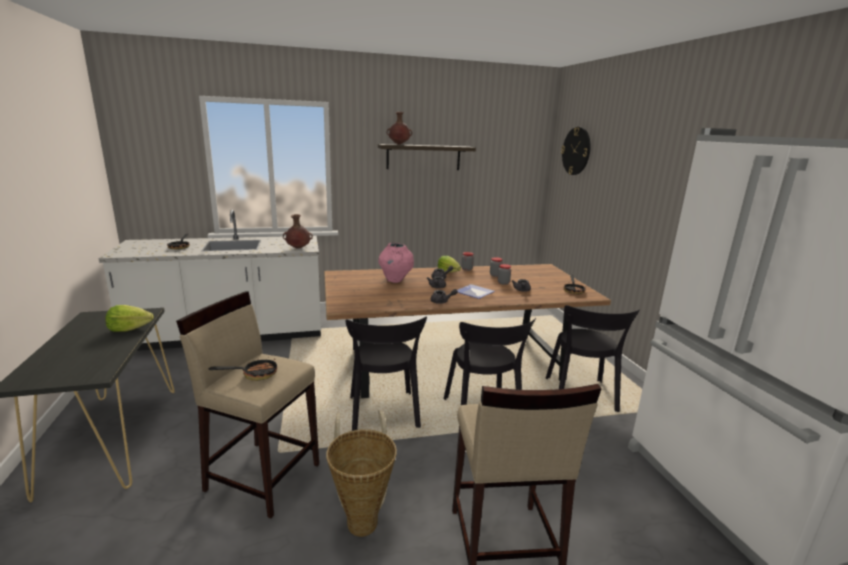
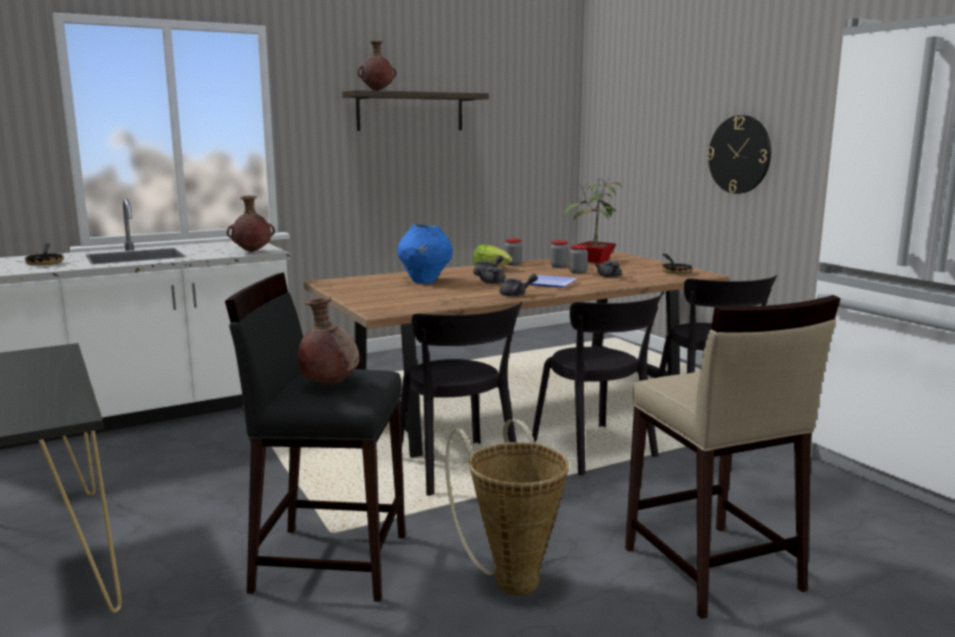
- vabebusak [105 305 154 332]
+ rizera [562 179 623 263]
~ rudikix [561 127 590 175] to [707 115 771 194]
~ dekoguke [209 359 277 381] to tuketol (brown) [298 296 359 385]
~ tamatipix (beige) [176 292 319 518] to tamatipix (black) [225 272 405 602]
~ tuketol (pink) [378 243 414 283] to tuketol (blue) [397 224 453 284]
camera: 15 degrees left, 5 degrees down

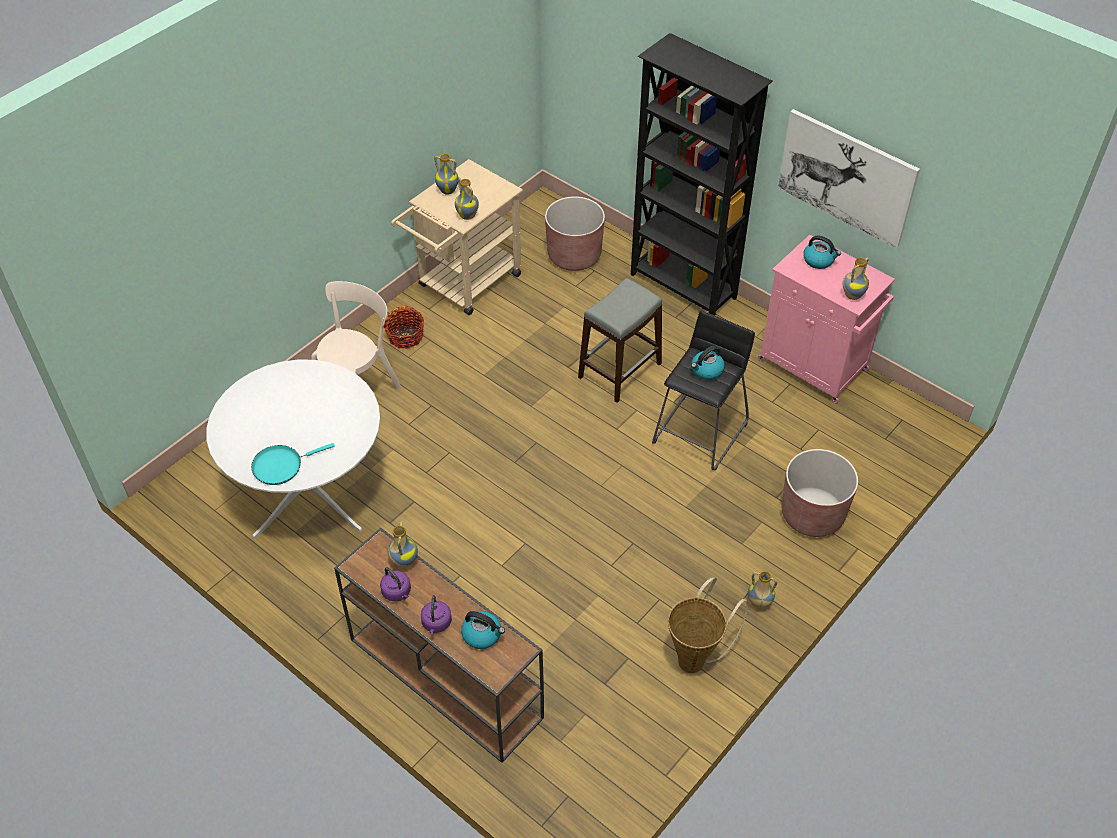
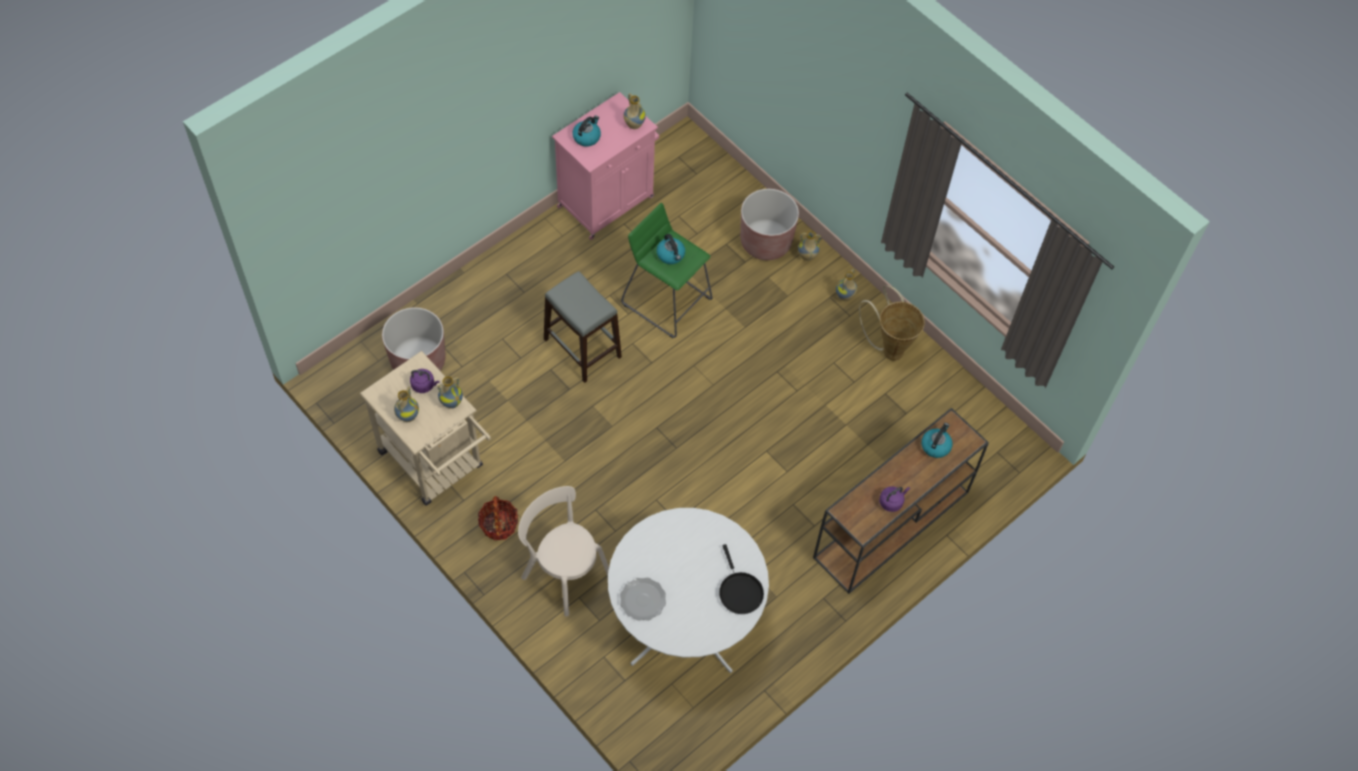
- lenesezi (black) [631 33 773 315]
- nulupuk [778 109 920 248]
+ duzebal [620 578 666 621]
~ tuketol [387 521 418 569] to [798 231 821 261]
~ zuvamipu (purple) [421 595 452 634] to [410 369 439 393]
~ dekoguke (turquoise) [251 443 335 485] to dekoguke (black) [719 544 764 614]
~ tamatipix (black) [652 311 755 470] to tamatipix (green) [621 203 713 338]
camera: 85 degrees left, 10 degrees up

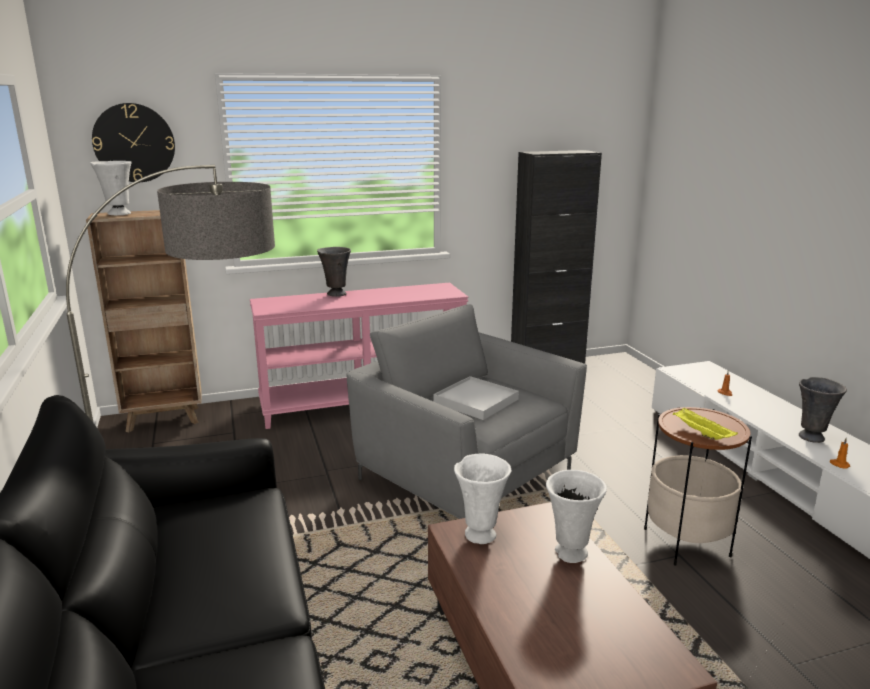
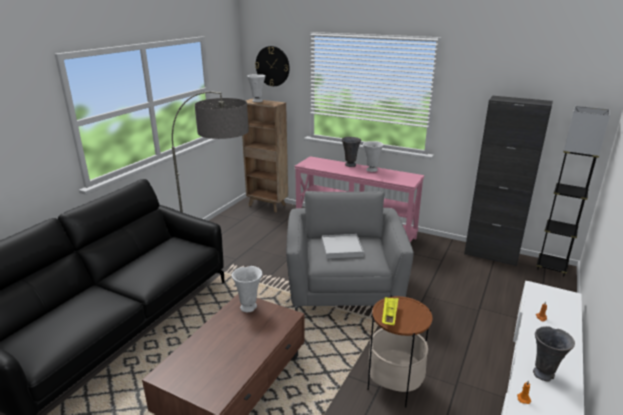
+ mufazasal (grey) [536 106 610 276]
~ tuketol (white) [546 470 607 563] to [363 141 384 172]
camera: 45 degrees right, 5 degrees up

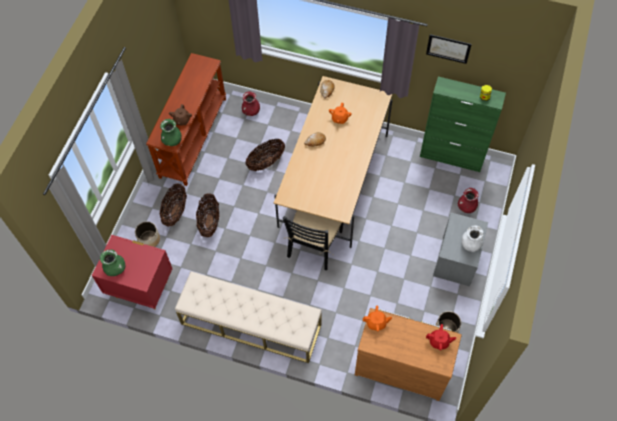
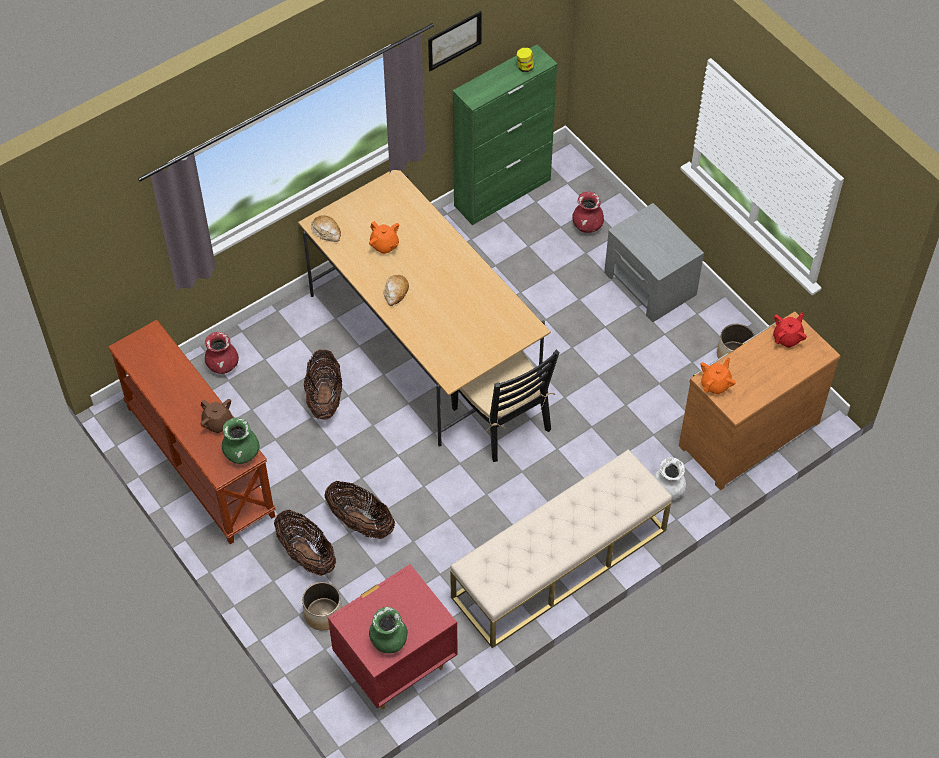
~ tuketol (white) [462 225 483 252] to [654 458 686 500]
camera: 55 degrees left, 5 degrees down

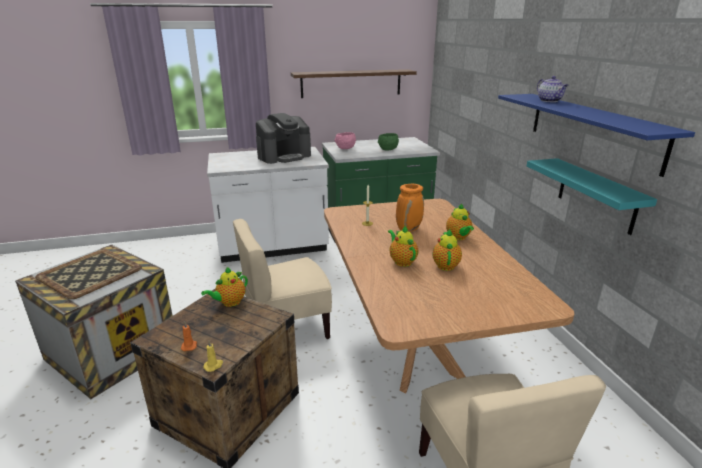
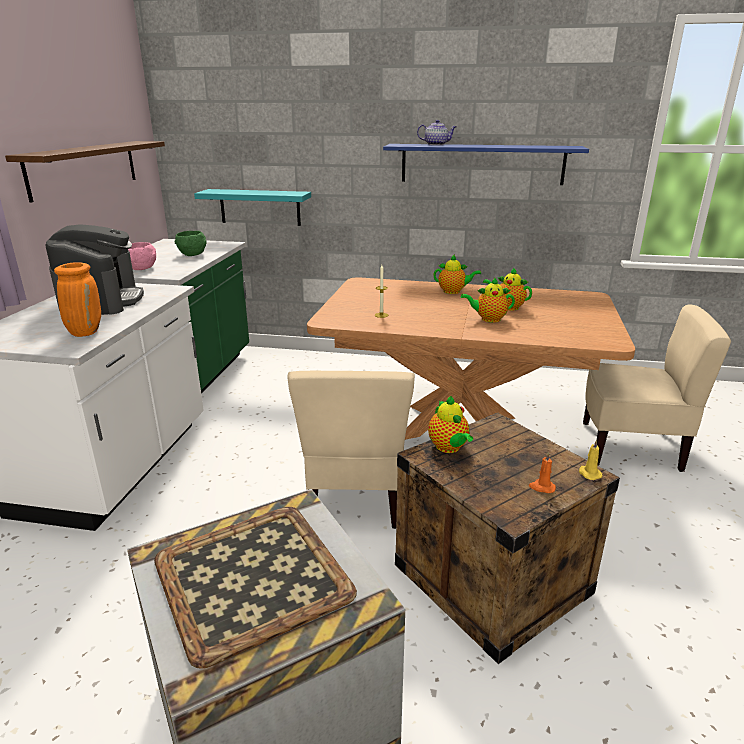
~ tuketol (orange) [396 184 424 232] to [54 262 101 337]
~ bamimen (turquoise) [527 158 657 235] to [194 189 311 226]
camera: 65 degrees left, 0 degrees up

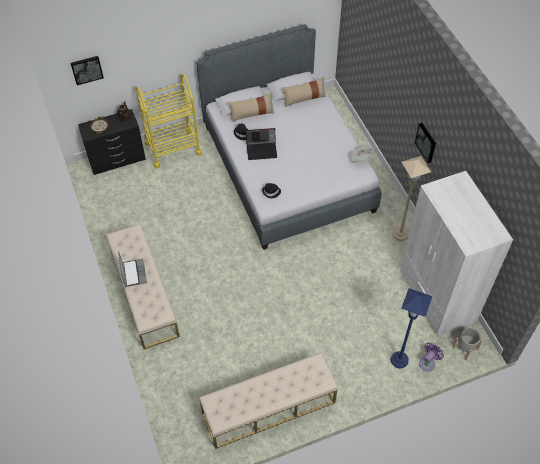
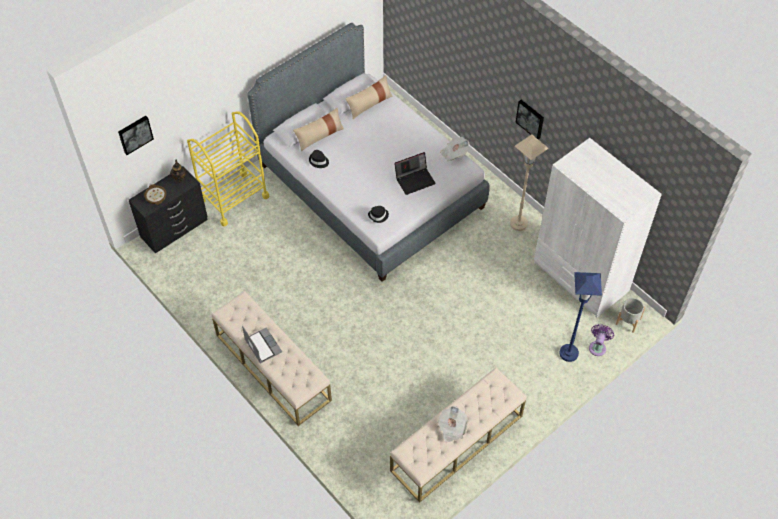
+ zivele [438 406 468 442]
~ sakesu [246 128 277 160] to [394 152 436 195]
camera: 20 degrees left, 0 degrees up

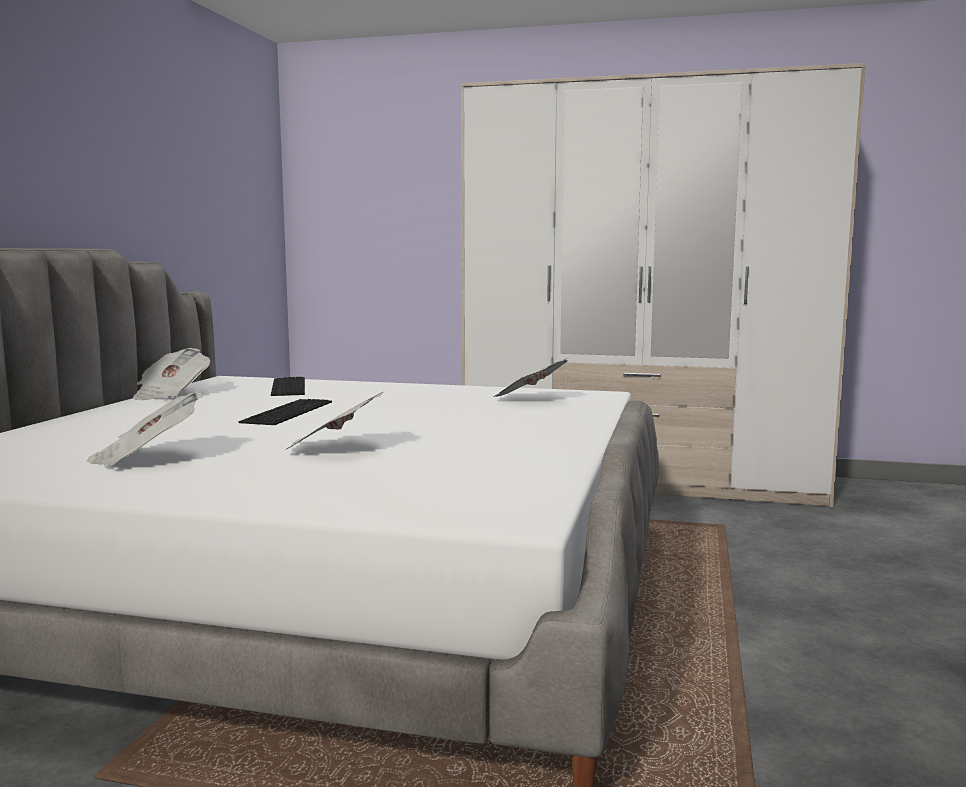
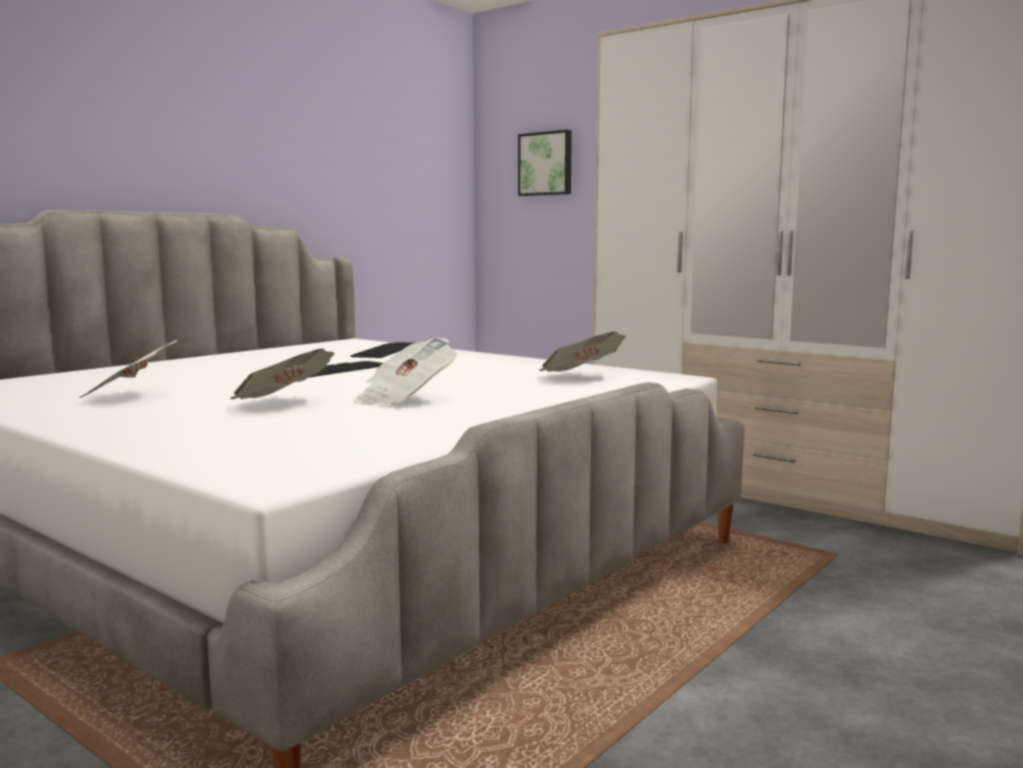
+ nulupuk [518 130 572 196]
~ zivele [133 348 210 400] to [354 338 457 405]
camera: 25 degrees right, 0 degrees up

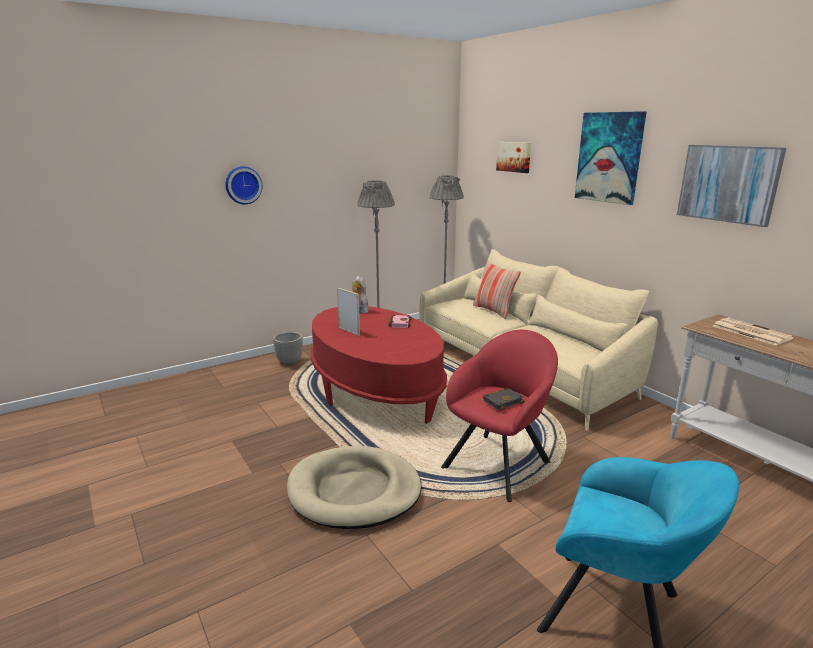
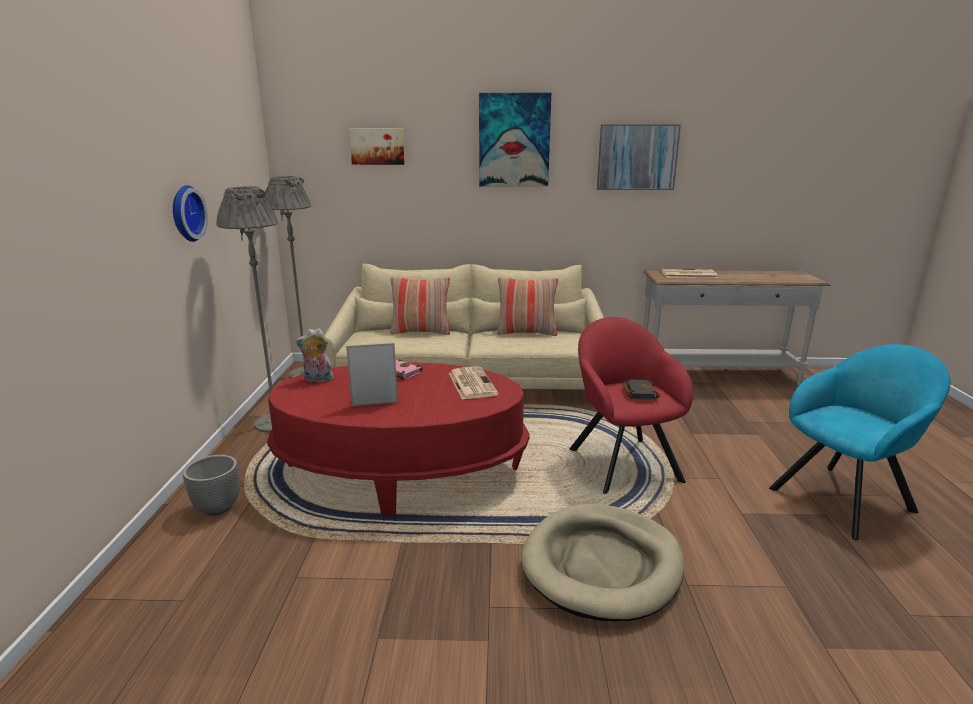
+ zivele [449 366 498 400]
+ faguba [497 277 558 336]
~ rudikix [225 166 262 204] to [173 185 208 242]
camera: 55 degrees left, 0 degrees up

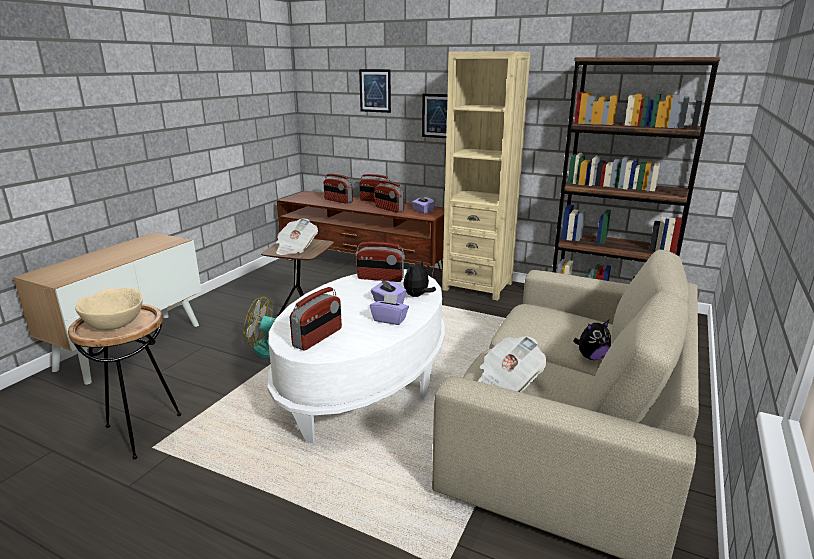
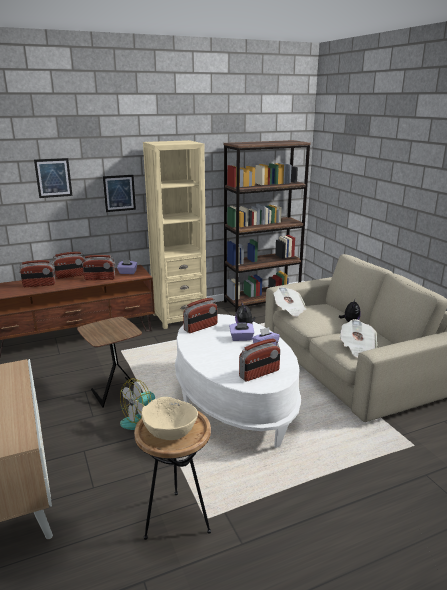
~ zivele [276 218 318 255] to [274 287 307 317]
~ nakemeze [290 287 342 351] = [239 338 280 382] 75 degrees clockwise
camera: 50 degrees left, 0 degrees up

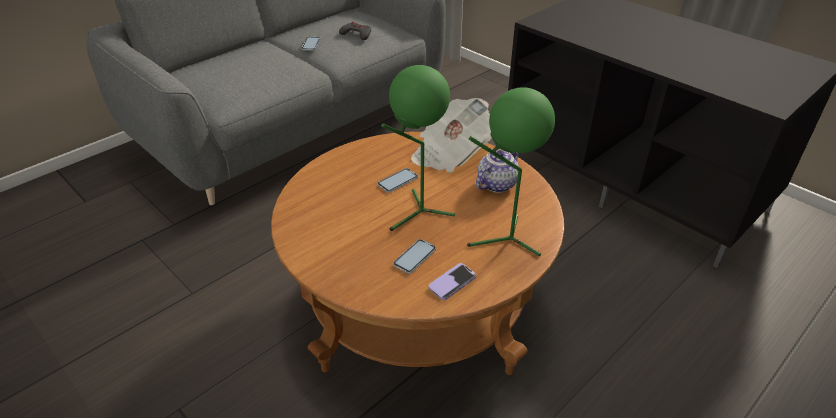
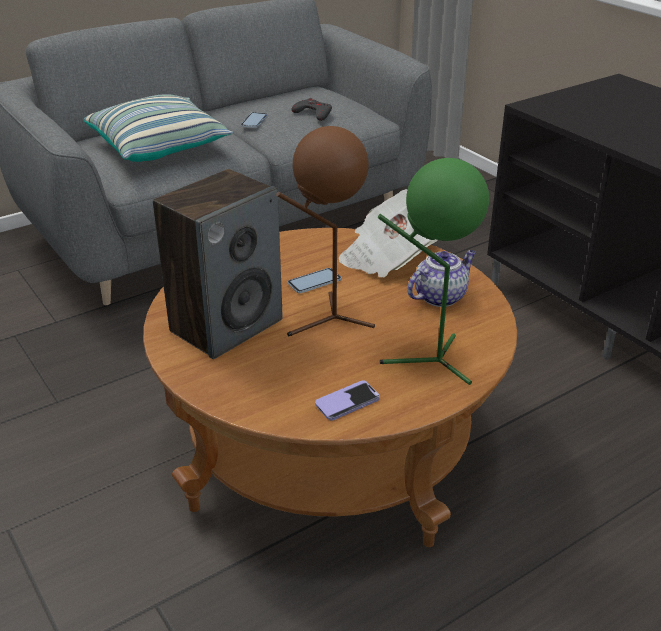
- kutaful [393 239 436 274]
+ faguba [83 94 233 162]
+ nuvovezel [153 169 282 359]
~ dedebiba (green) [381 65 455 231] to dedebiba (brown) [276 126 375 336]
camera: 10 degrees right, 5 degrees down

